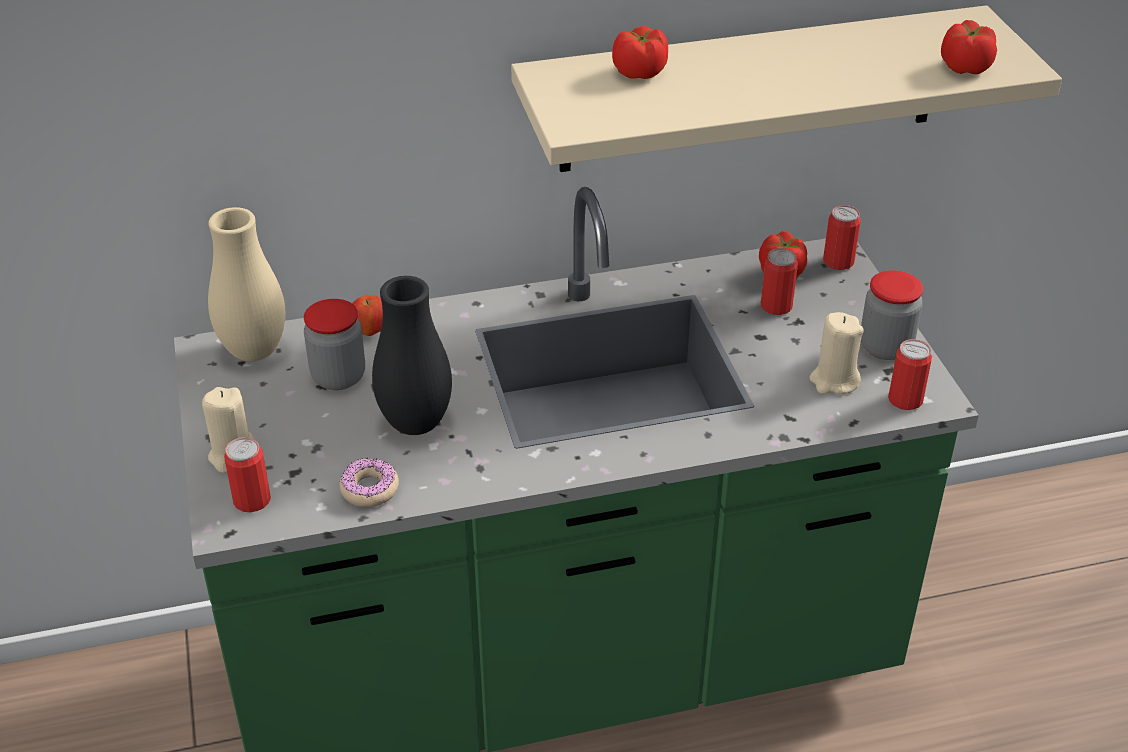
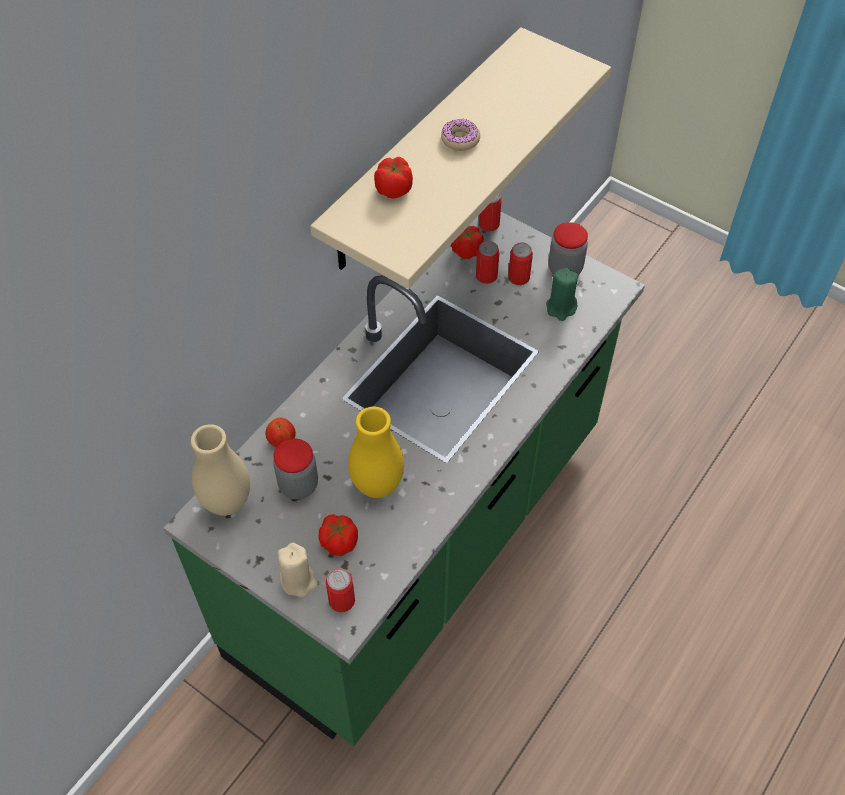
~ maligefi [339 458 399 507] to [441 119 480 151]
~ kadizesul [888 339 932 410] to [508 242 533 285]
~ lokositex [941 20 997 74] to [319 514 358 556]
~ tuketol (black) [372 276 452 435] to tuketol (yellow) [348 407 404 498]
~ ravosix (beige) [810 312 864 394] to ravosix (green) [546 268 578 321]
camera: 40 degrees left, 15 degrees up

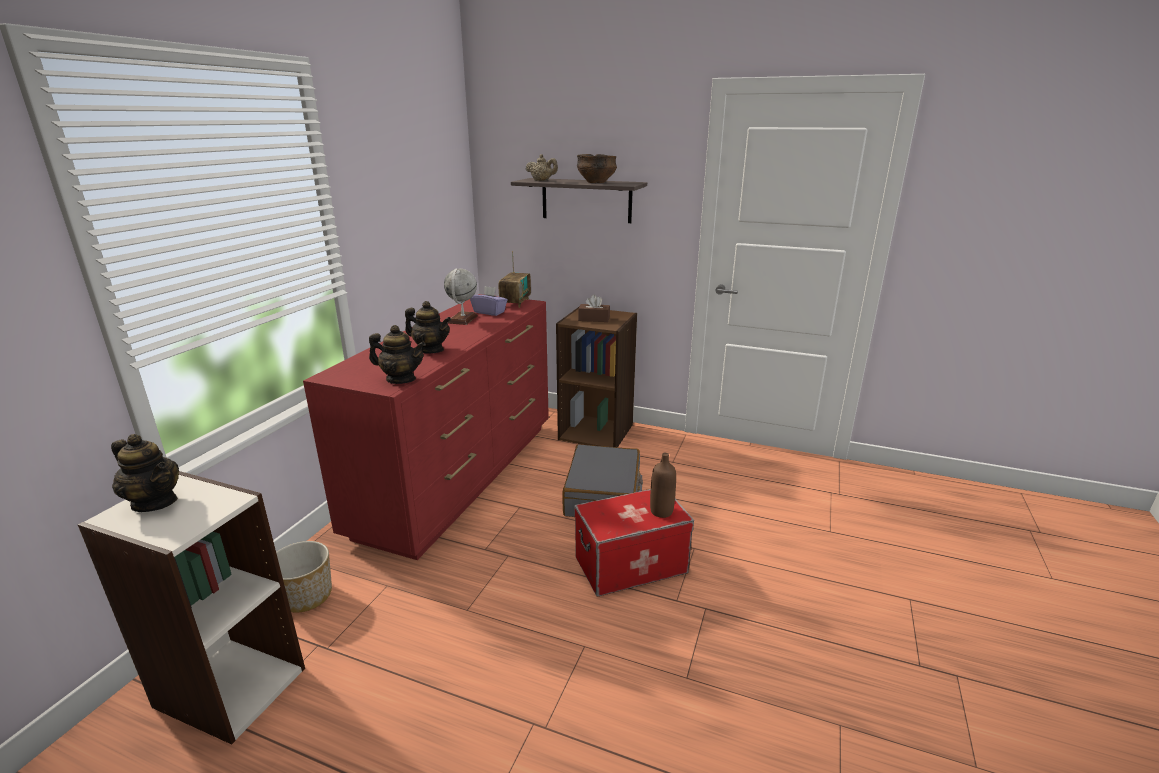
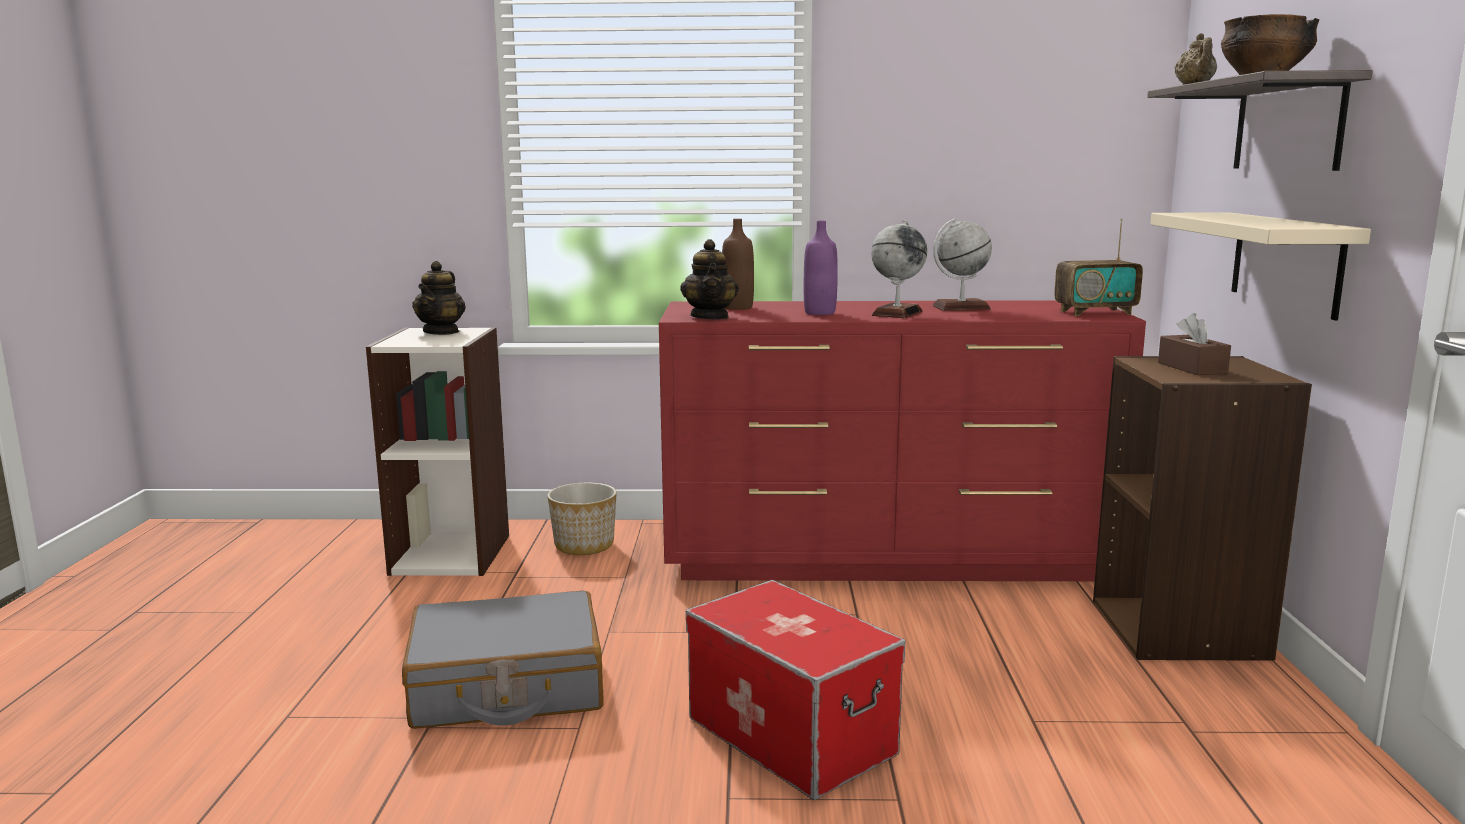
- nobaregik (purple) [470 286 507 316]
+ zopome [871 220 927 318]
+ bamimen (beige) [1150 212 1371 320]
~ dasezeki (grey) [562 445 643 517] to [402 590 604 729]
~ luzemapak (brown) [650 453 676 518] to [722 219 754 310]
~ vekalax [405 301 451 354] to luzemapak (purple) [804 221 838 315]
camera: 70 degrees right, 10 degrees down

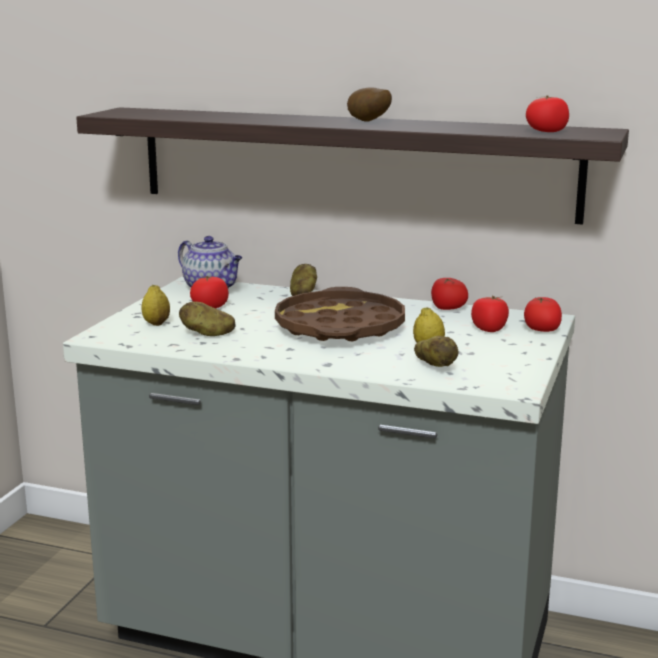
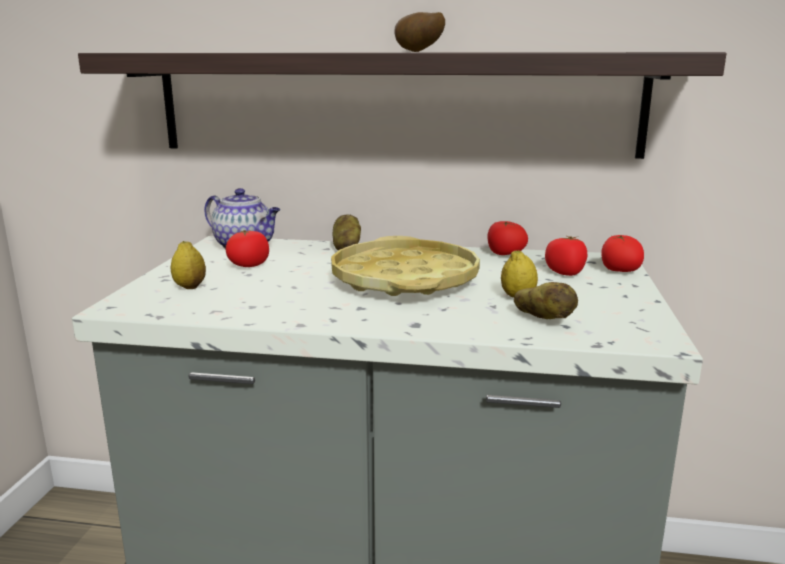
- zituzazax [179 301 236 336]
- lokositex [526 95 569 132]
~ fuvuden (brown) [275 287 405 341] to fuvuden (yellow) [331 236 480 296]
camera: 10 degrees left, 0 degrees up

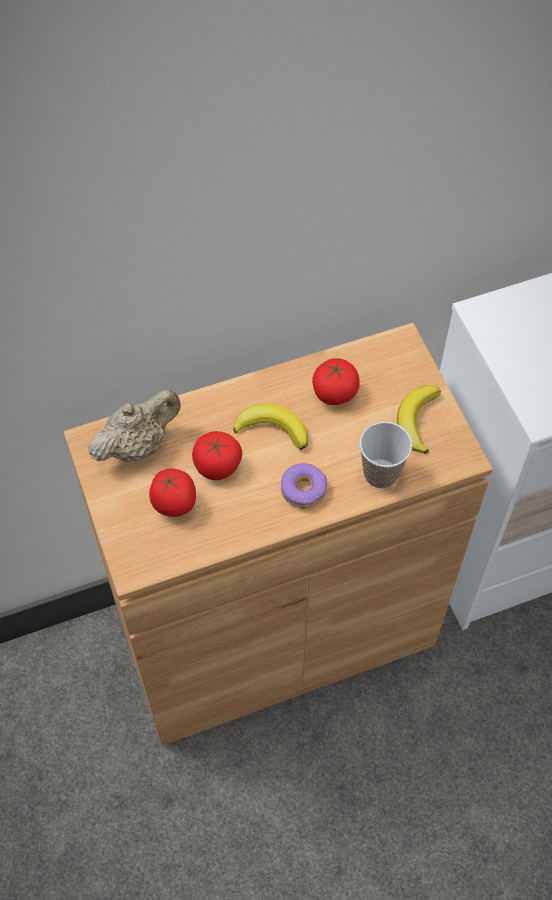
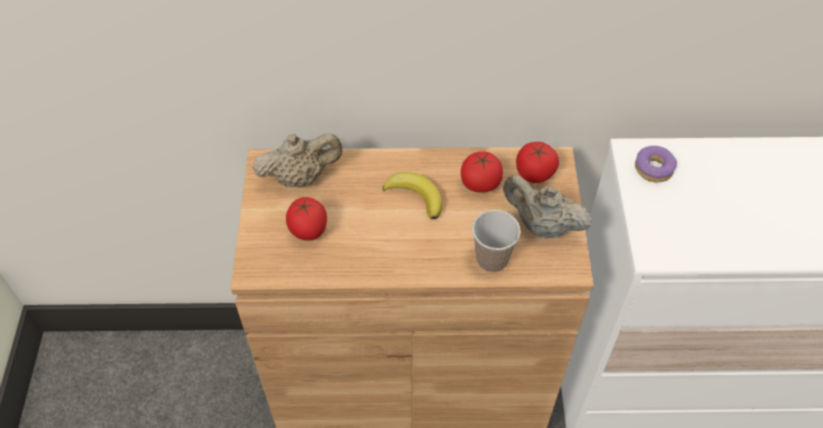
~ lokositex [192 431 242 480] to [516 142 559 183]
~ maligefi [281 463 327 509] to [635 146 677 183]
~ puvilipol [397 385 441 454] to vekalax (beige) [503 175 592 239]
camera: 20 degrees right, 5 degrees down

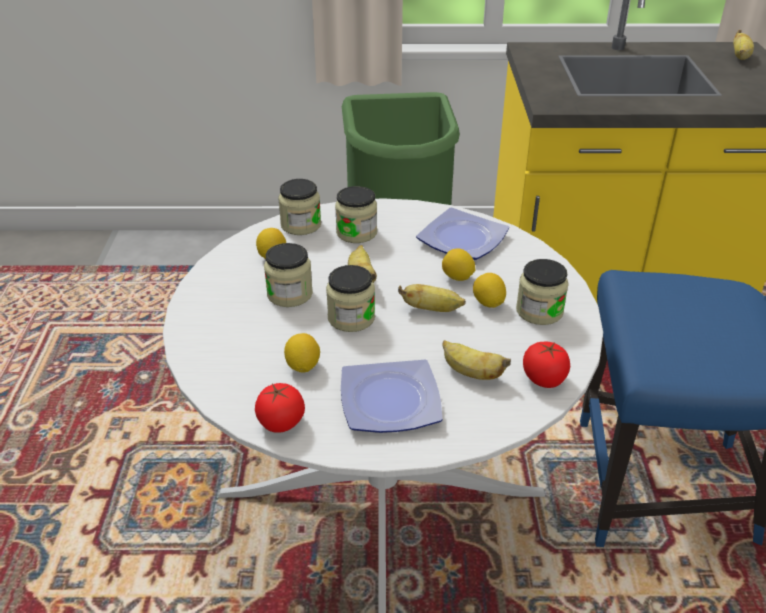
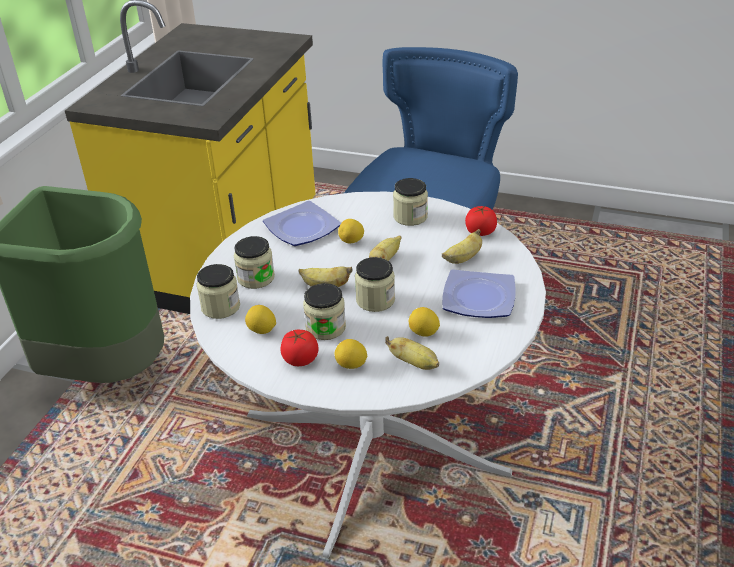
~ lokositex [255 383 305 433] to [280 330 319 366]
~ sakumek [473 273 506 308] to [335 339 367 369]
~ puvilipol [733 30 754 60] to [385 336 439 370]
camera: 70 degrees left, 0 degrees up

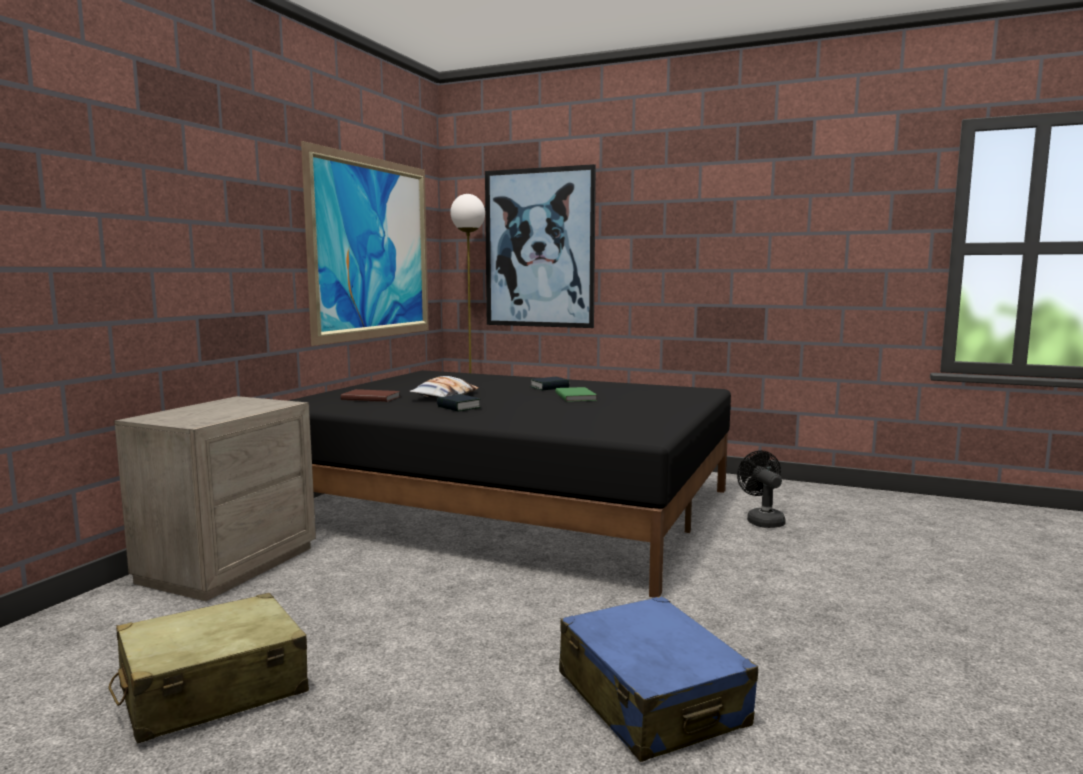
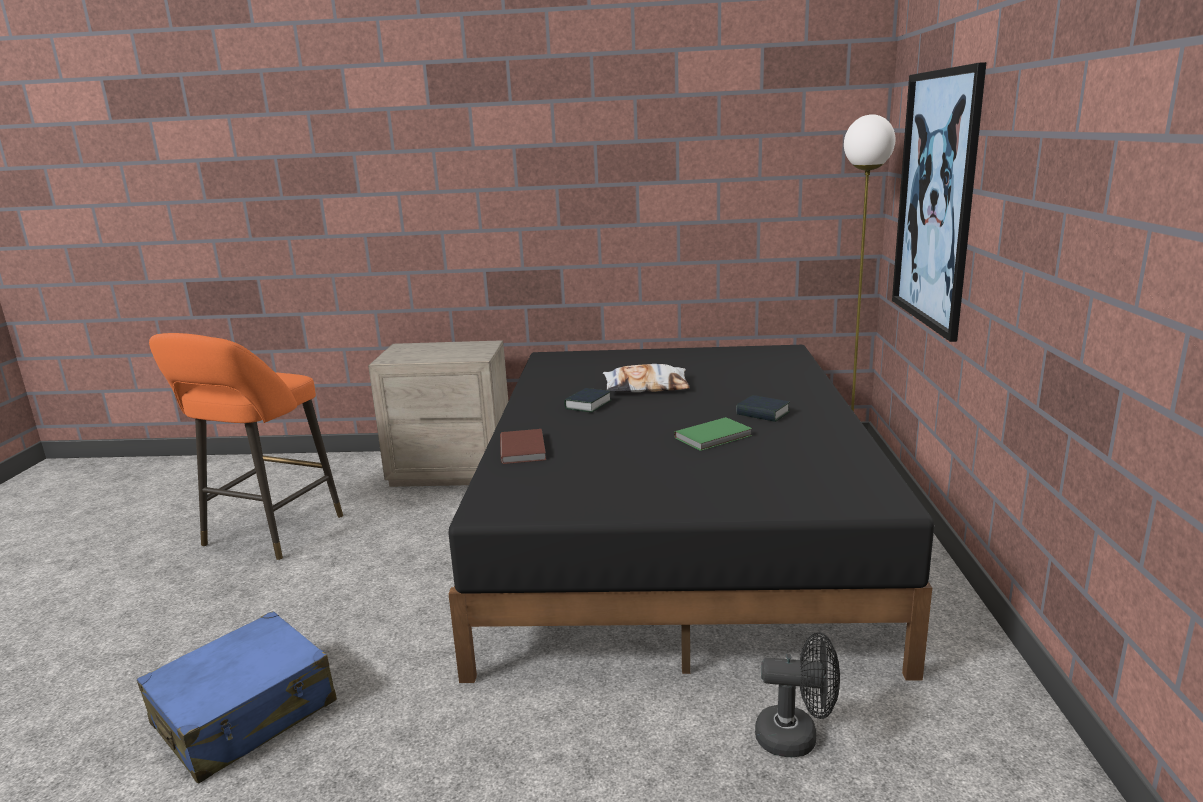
- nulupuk [301 141 429 346]
~ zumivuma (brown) [341 389 400 402] to [500 429 546 464]
~ dasezeki (beige) [109 593 309 744] to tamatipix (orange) [149 333 343 560]
~ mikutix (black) [737 450 786 528] = [755 632 840 757] 45 degrees clockwise
camera: 70 degrees right, 10 degrees up

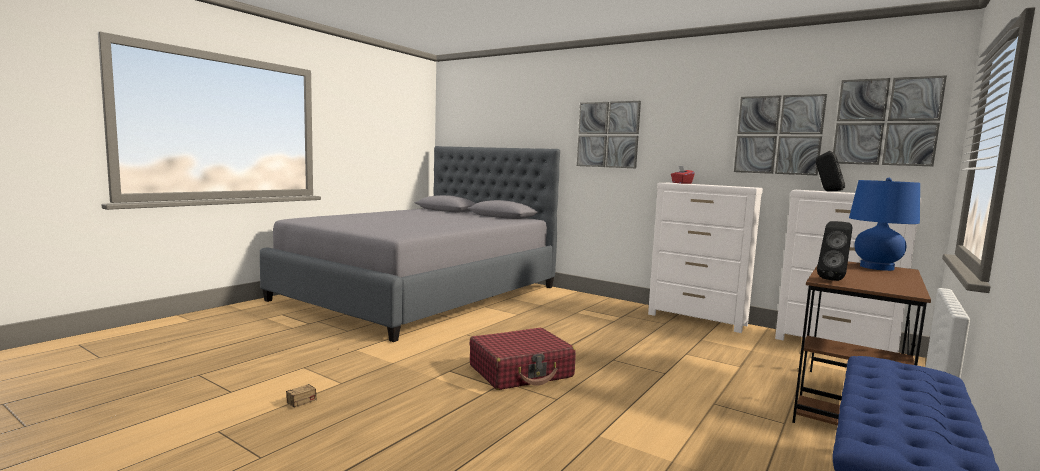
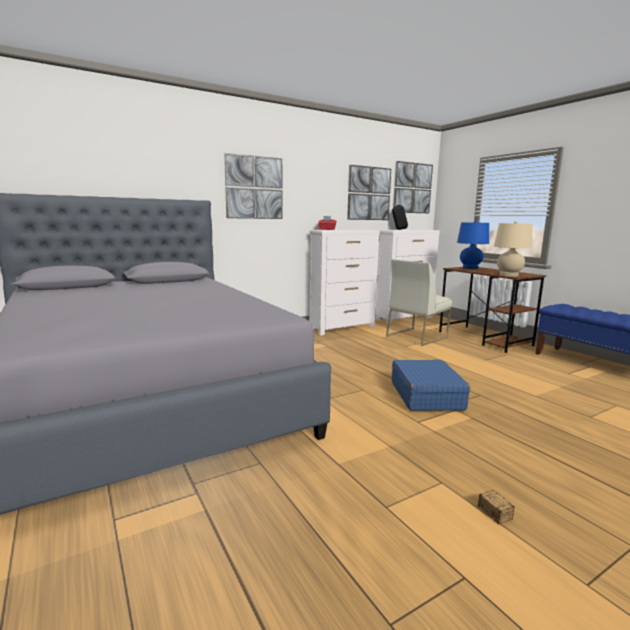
+ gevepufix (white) [386 259 452 346]
~ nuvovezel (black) [817 221 852 281] to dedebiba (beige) [494 221 532 277]
~ dasezeki (red) [469 328 576 390] to dasezeki (blue) [392 360 470 411]
camera: 65 degrees left, 5 degrees up

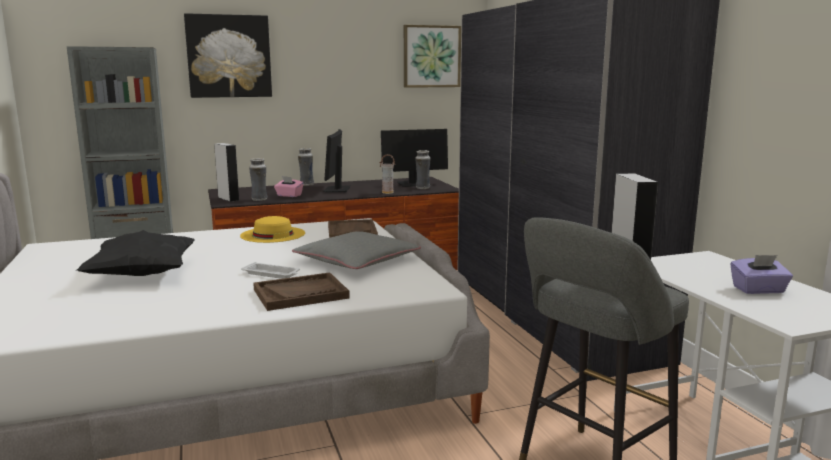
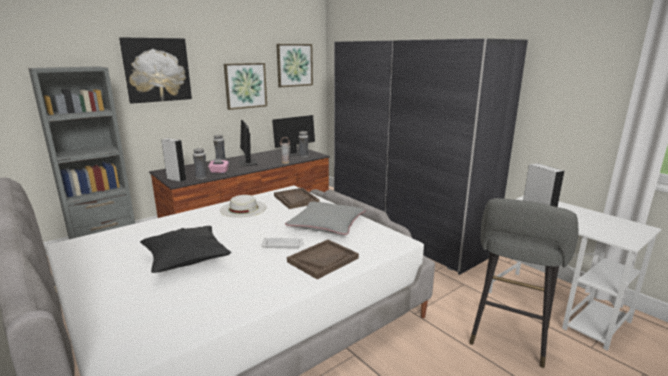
- nobaregik (purple) [731 255 793 294]
+ nulupuk [224 63 267 110]
~ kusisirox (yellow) [240 216 305 243] to kusisirox (white) [220 195 267 218]
camera: 20 degrees left, 5 degrees up

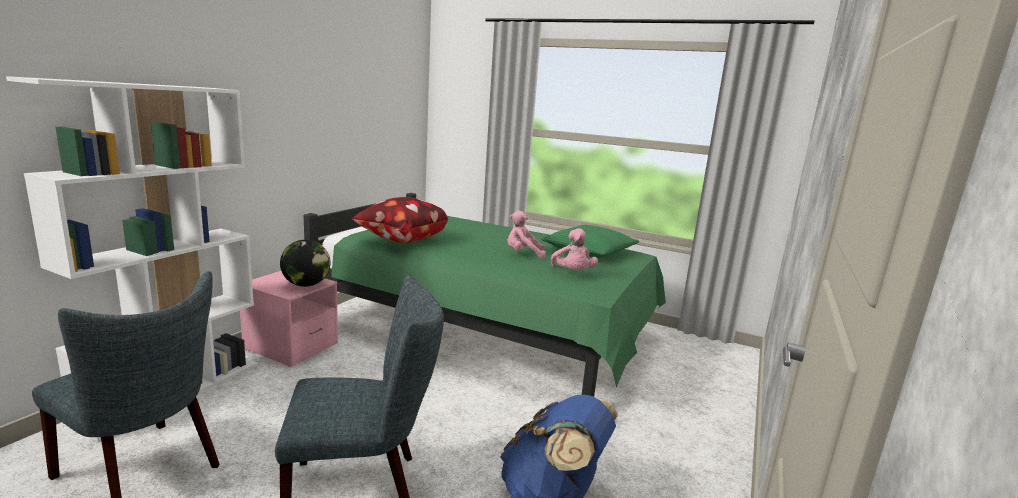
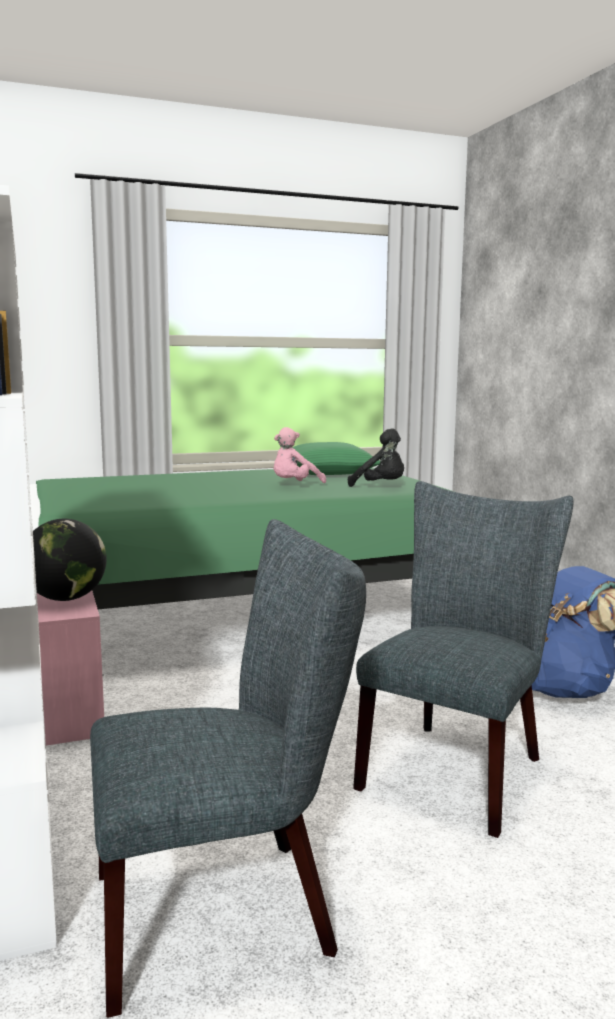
- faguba [352 197 448 243]
~ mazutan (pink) [551 228 598 270] to mazutan (black) [348 428 404 487]
camera: 45 degrees left, 5 degrees down

